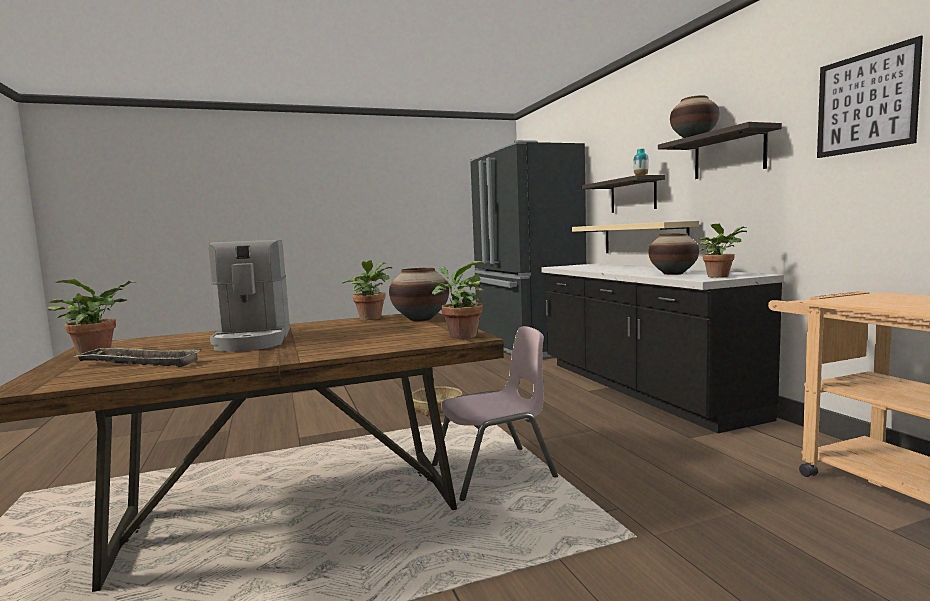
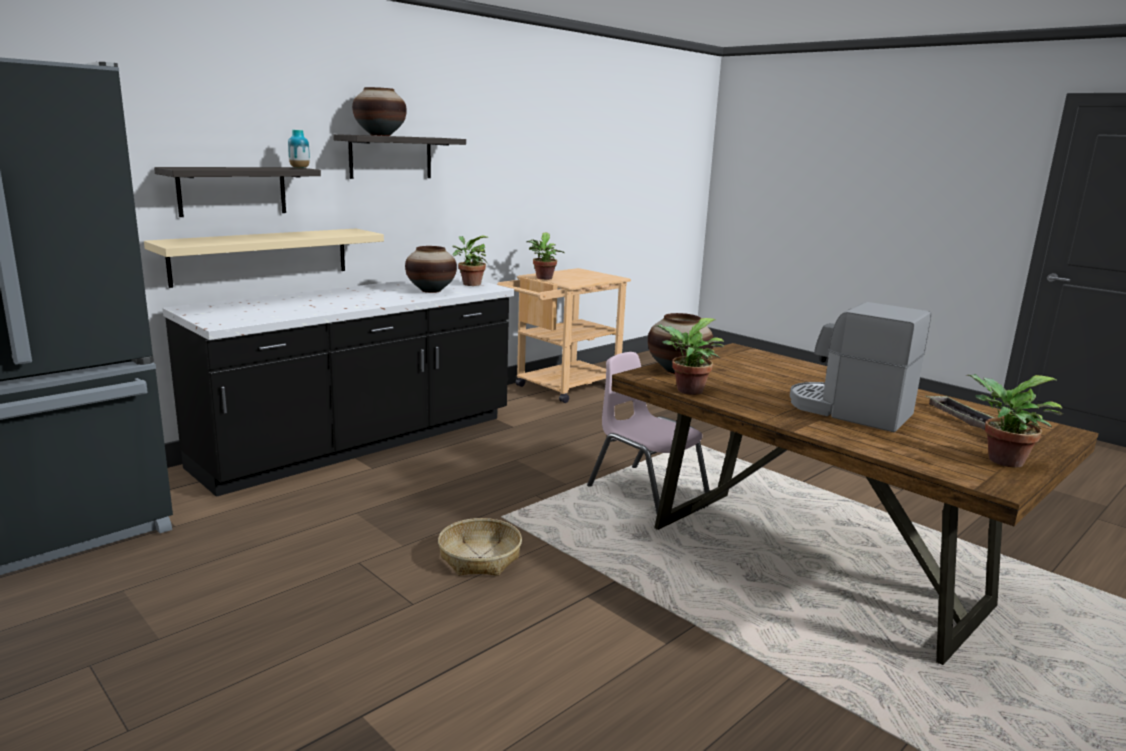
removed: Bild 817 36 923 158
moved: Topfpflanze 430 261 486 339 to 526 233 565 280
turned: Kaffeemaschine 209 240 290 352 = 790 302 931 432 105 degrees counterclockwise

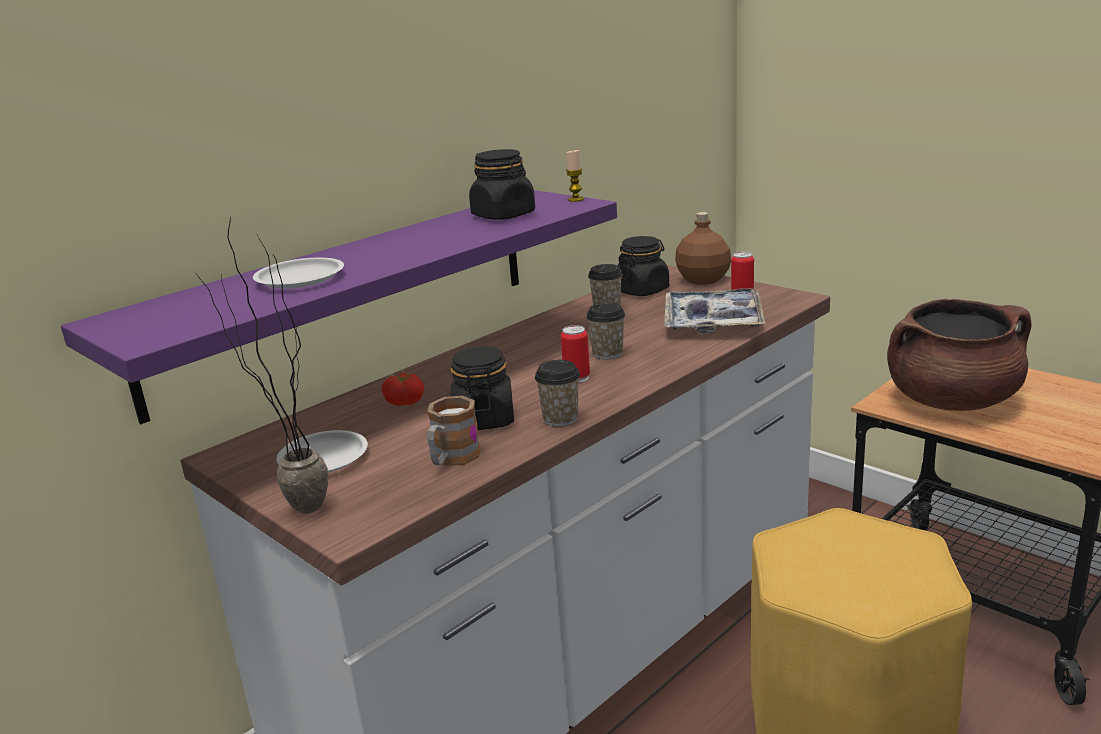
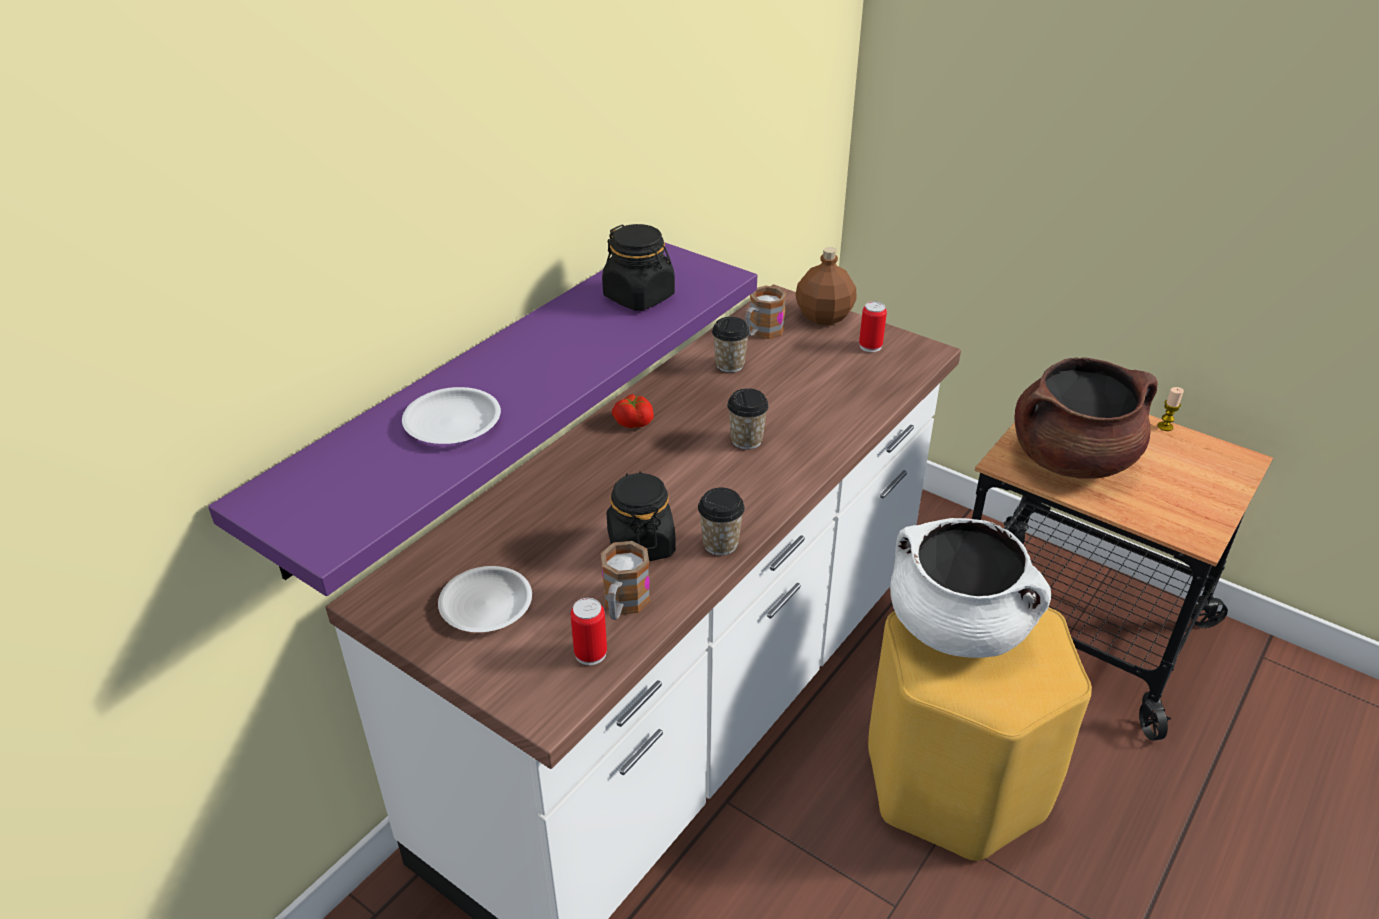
removed: Topfpflanze 195 216 328 514; Tablett 664 288 765 334
added: Kochtopf [weiß] 890 518 1051 658
moved: Dose 561 325 590 383 to 570 598 607 665; Tomate 381 373 424 406 to 612 394 654 428; Kerze 566 150 584 202 to 1157 387 1184 431
replaced: Vorratsglas [schwarz] 617 236 669 296 to Henkelbecher 745 285 786 339

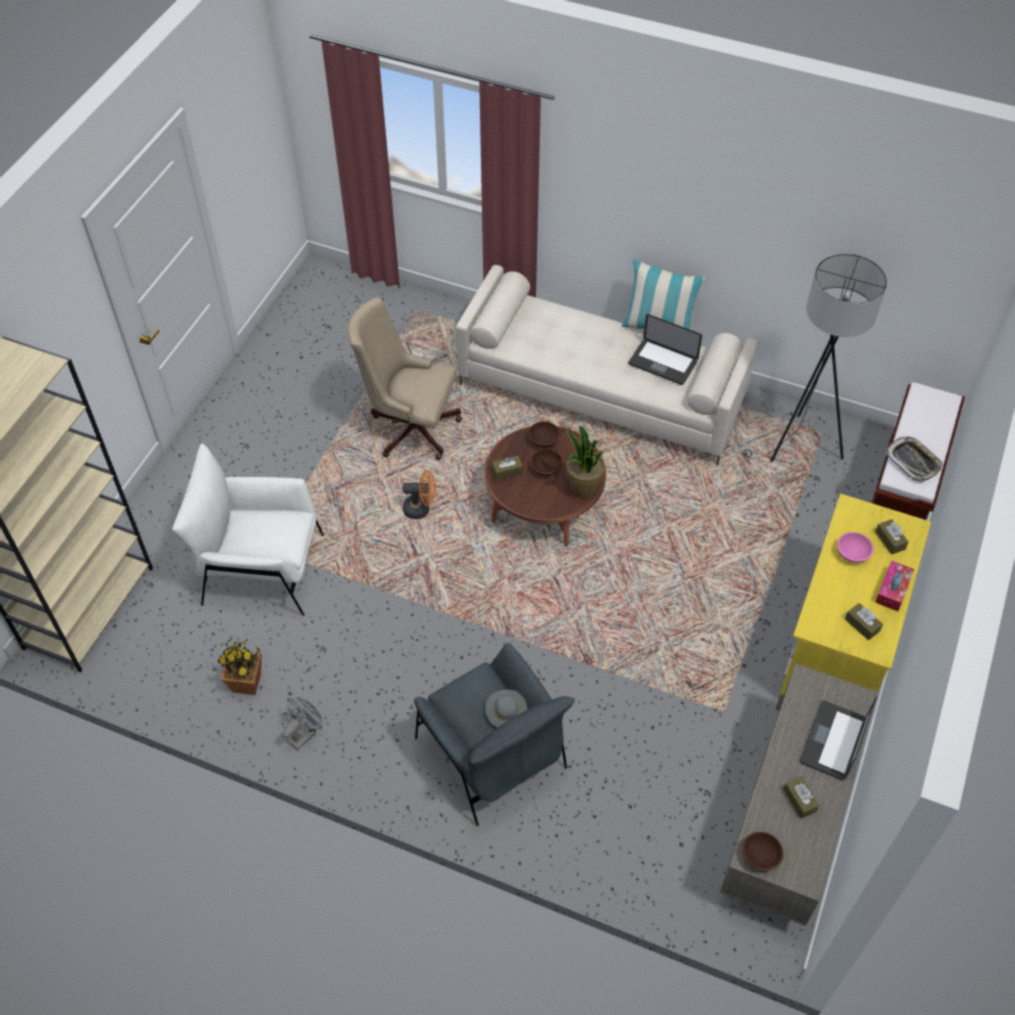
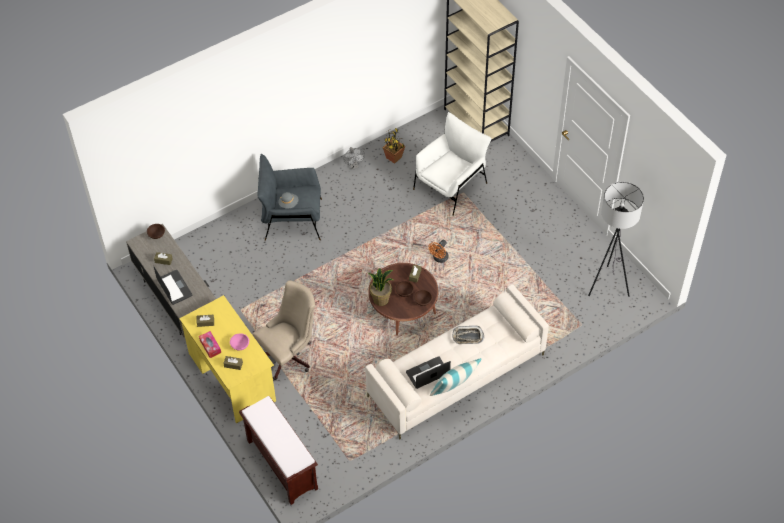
moved: Bürostuhl [beige] 347 297 462 460 to 253 280 315 380; Tablett 886 436 943 482 to 452 326 484 344; Stehlampe [grau] 742 254 887 462 to 588 182 644 297

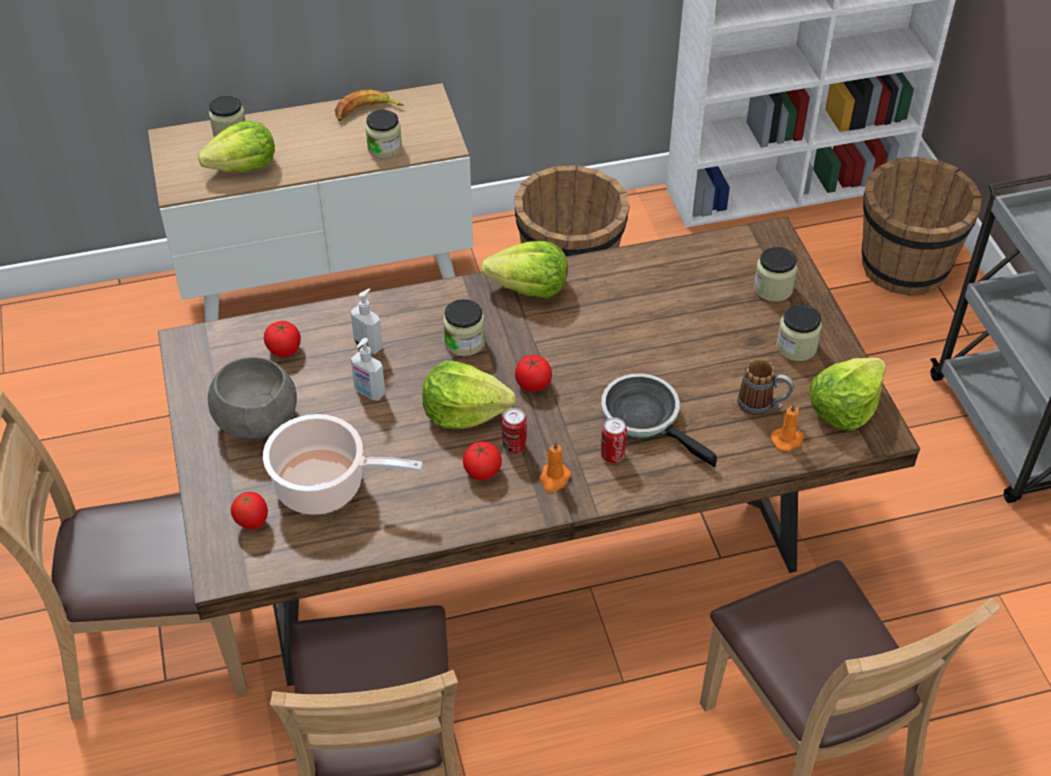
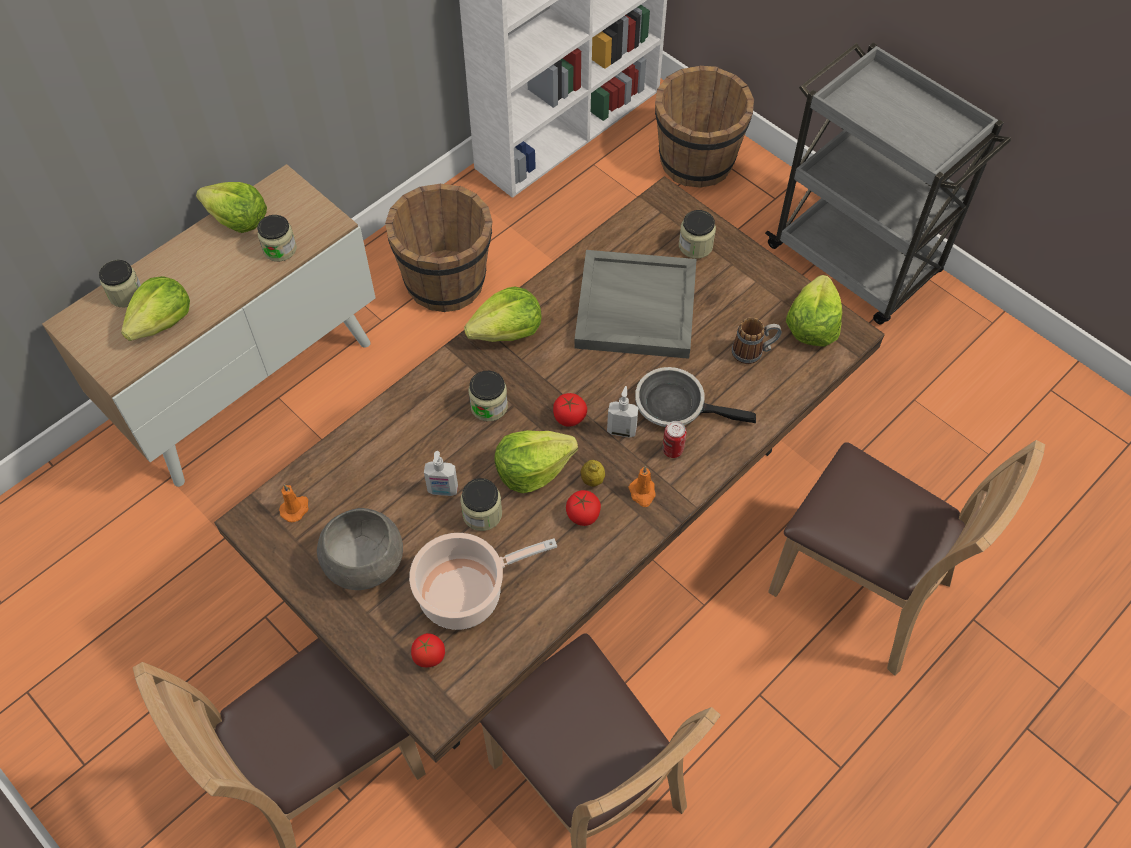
removed: Tomate 264 321 301 357
added: Tablett [grau] 574 250 697 359
moved: Kerze [orange] 771 402 804 451 to 279 484 309 522; Vorratsglas 776 304 822 361 to 460 478 502 531; Seifenspender 350 288 383 354 to 607 386 639 438
replaced: Banane 335 89 404 121 to Salatkopf 196 182 267 233; Dose 502 408 527 453 to Zitrone 581 460 605 487

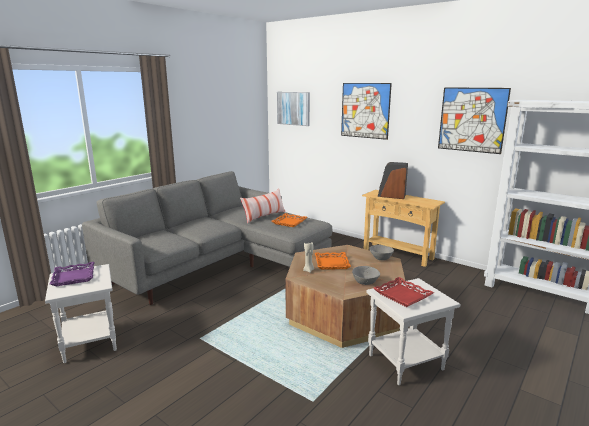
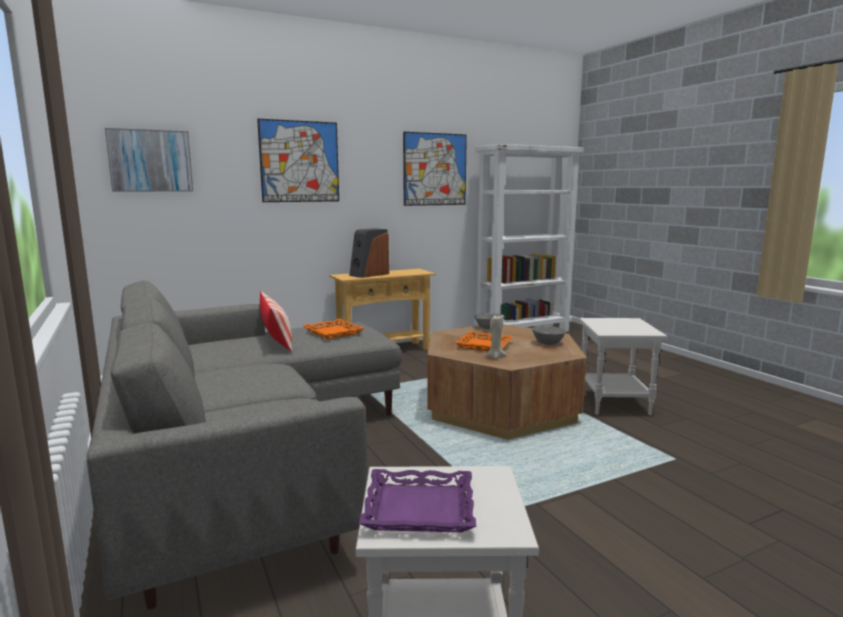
removed: Tablett [rot] 373 277 434 307

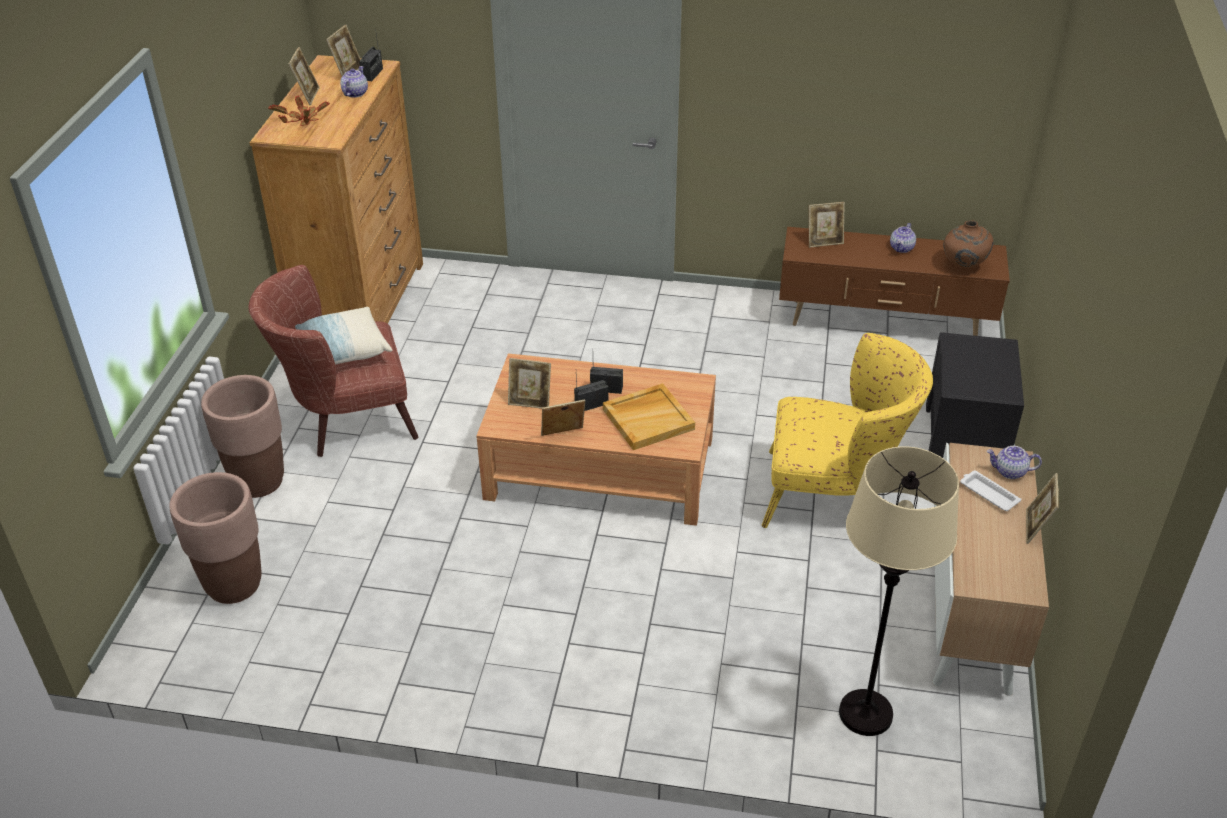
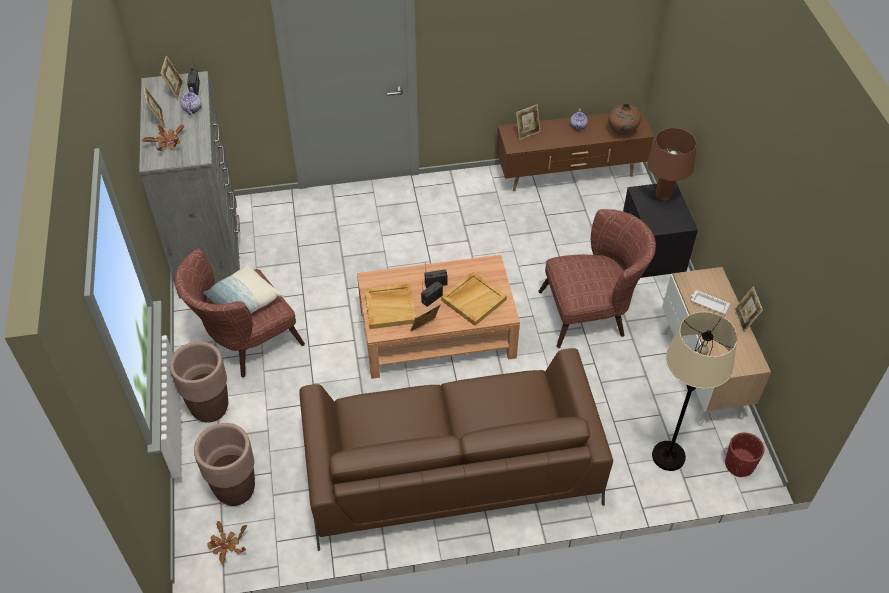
removed: Teekanne 987 446 1042 479
added: Topfpflanze 207 521 247 564; Sofa [braun] 299 348 613 551; Tischlampe [braun] 647 128 697 202; Pflanzkübel [rot] 725 432 764 477
replaced: Bilderrahmen 508 358 551 409 to Tablett [beige] 365 284 416 329
recoloured: Kommode [braun] 249 55 423 324 to Kommode [grau] 139 71 240 299; Sessel [gelb] 762 333 933 528 to Sessel [braun] 539 209 656 348

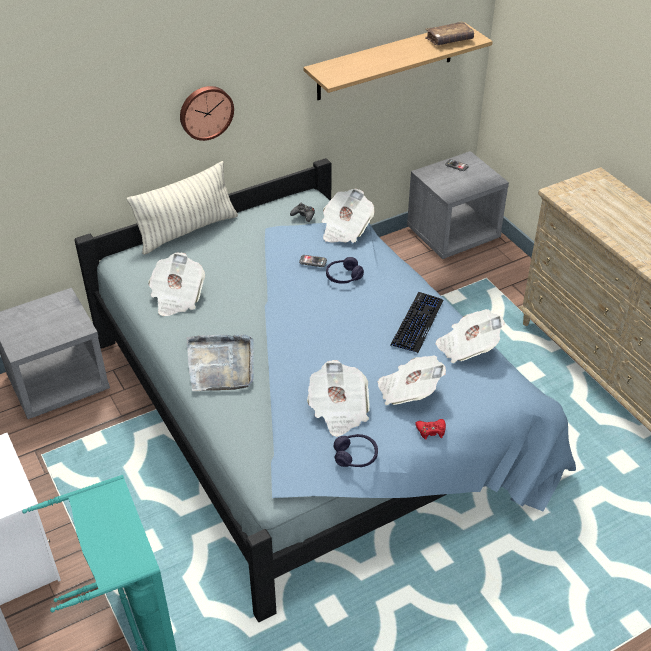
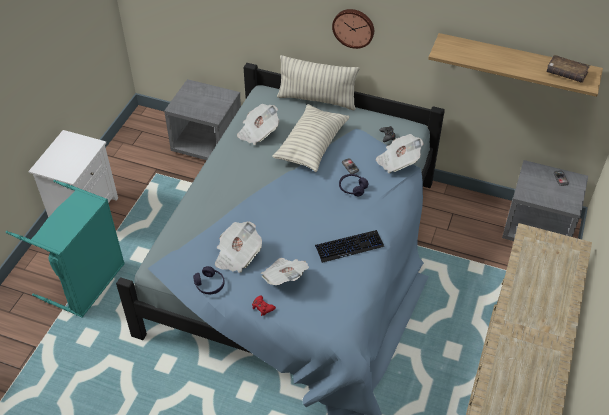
removed: Tablett [grau] 186 334 254 391; Zeitung 436 309 505 363
added: Kissen 273 104 350 172

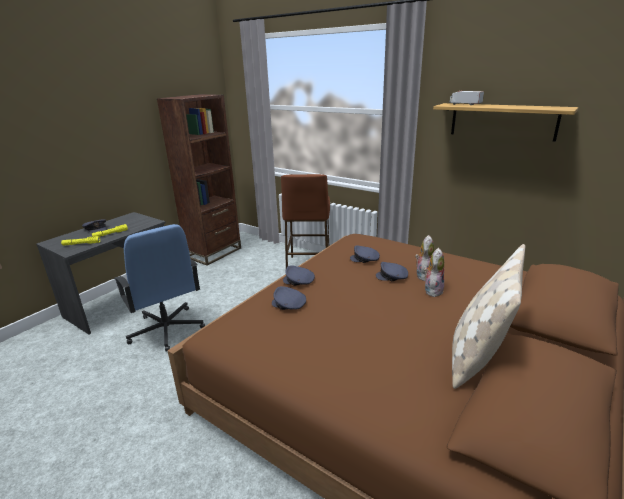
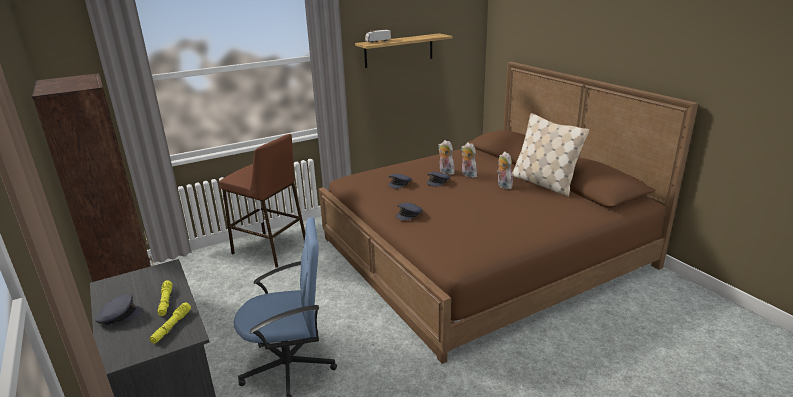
removed: Kappe [grau] 272 286 306 310
added: Plüschtier 497 152 513 189

